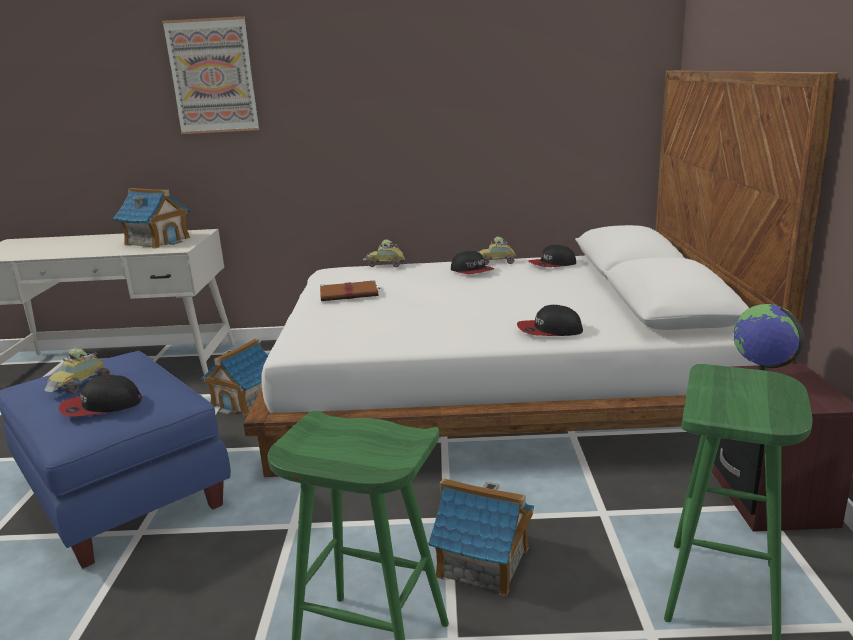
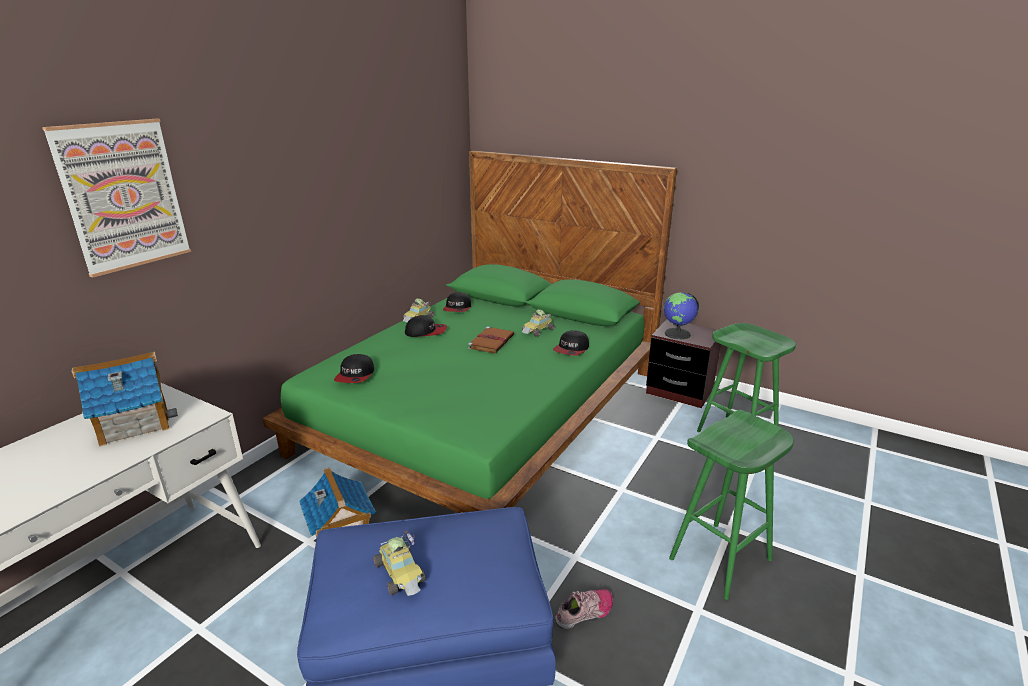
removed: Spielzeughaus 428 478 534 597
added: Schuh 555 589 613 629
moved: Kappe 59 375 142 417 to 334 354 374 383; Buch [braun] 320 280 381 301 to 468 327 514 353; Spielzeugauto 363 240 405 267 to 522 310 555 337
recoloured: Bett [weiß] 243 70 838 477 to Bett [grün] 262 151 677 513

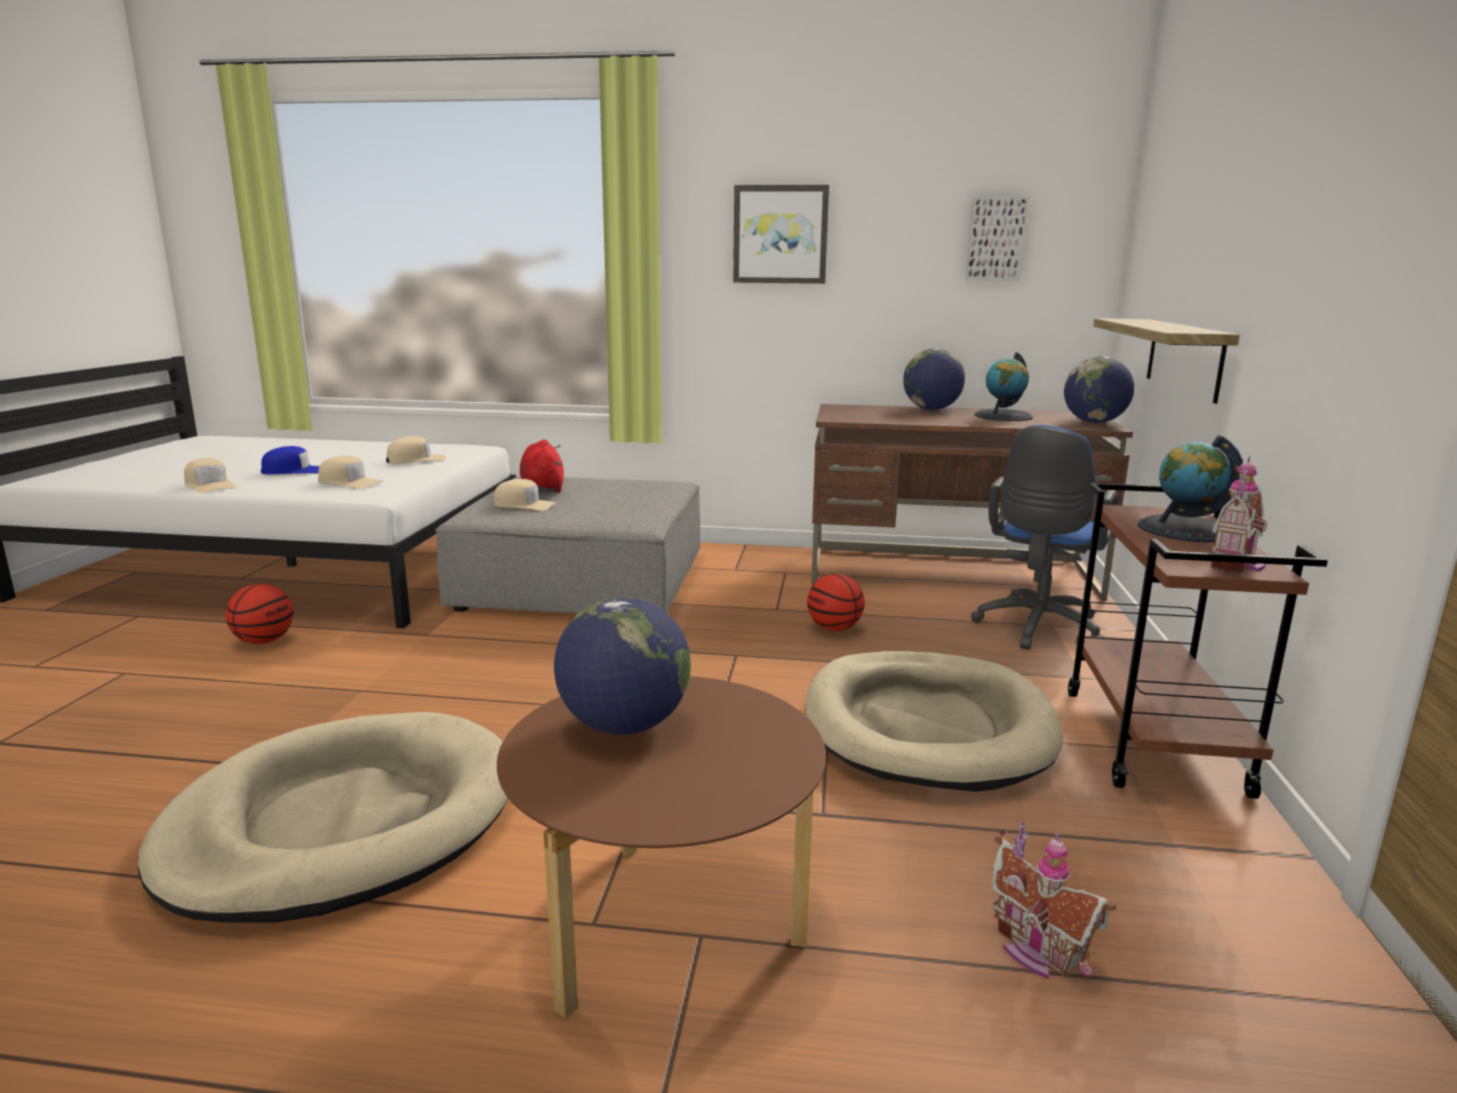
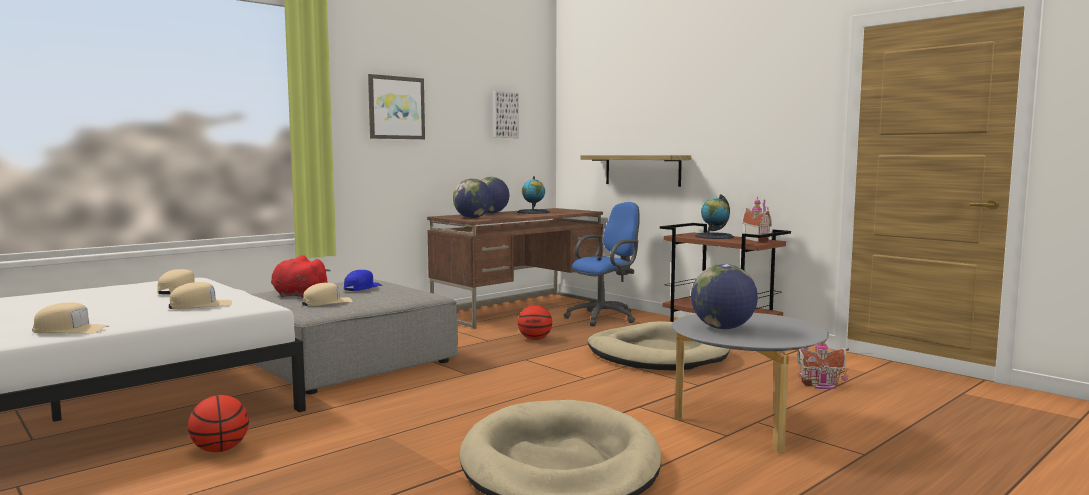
moved: Kappe [blau] 261 446 319 474 to 344 270 382 291; Globus 1064 356 1134 423 to 453 179 492 218
recoloured: Couchtisch [braun] 497 676 826 1019 to Couchtisch [grau] 672 313 829 453
turned: Bürostuhl [blau] 971 425 1118 650 = 564 202 640 326 105 degrees counterclockwise

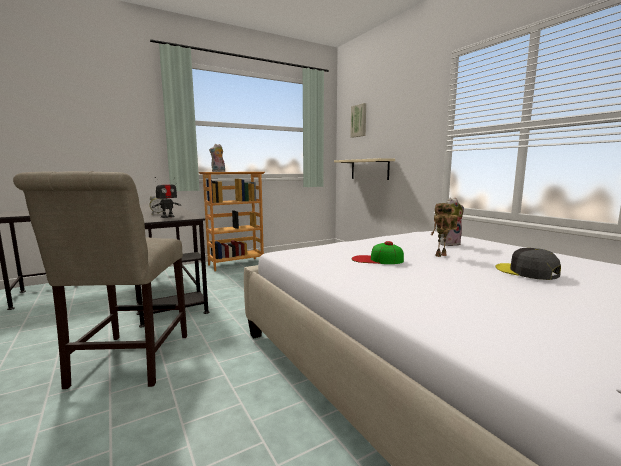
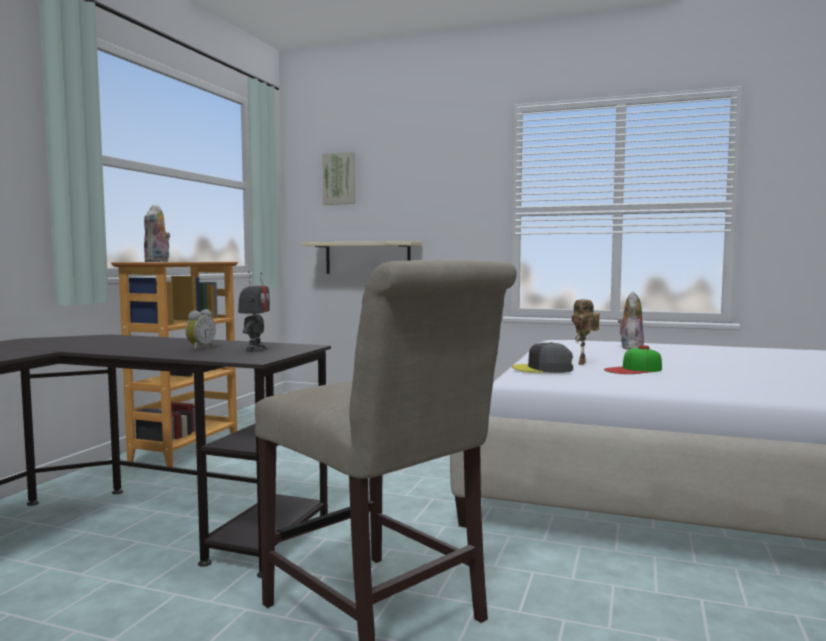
moved: Kappe [grau] 495 248 561 280 to 512 342 573 373; Spielzeugroboter 431 203 458 257 to 571 299 600 365

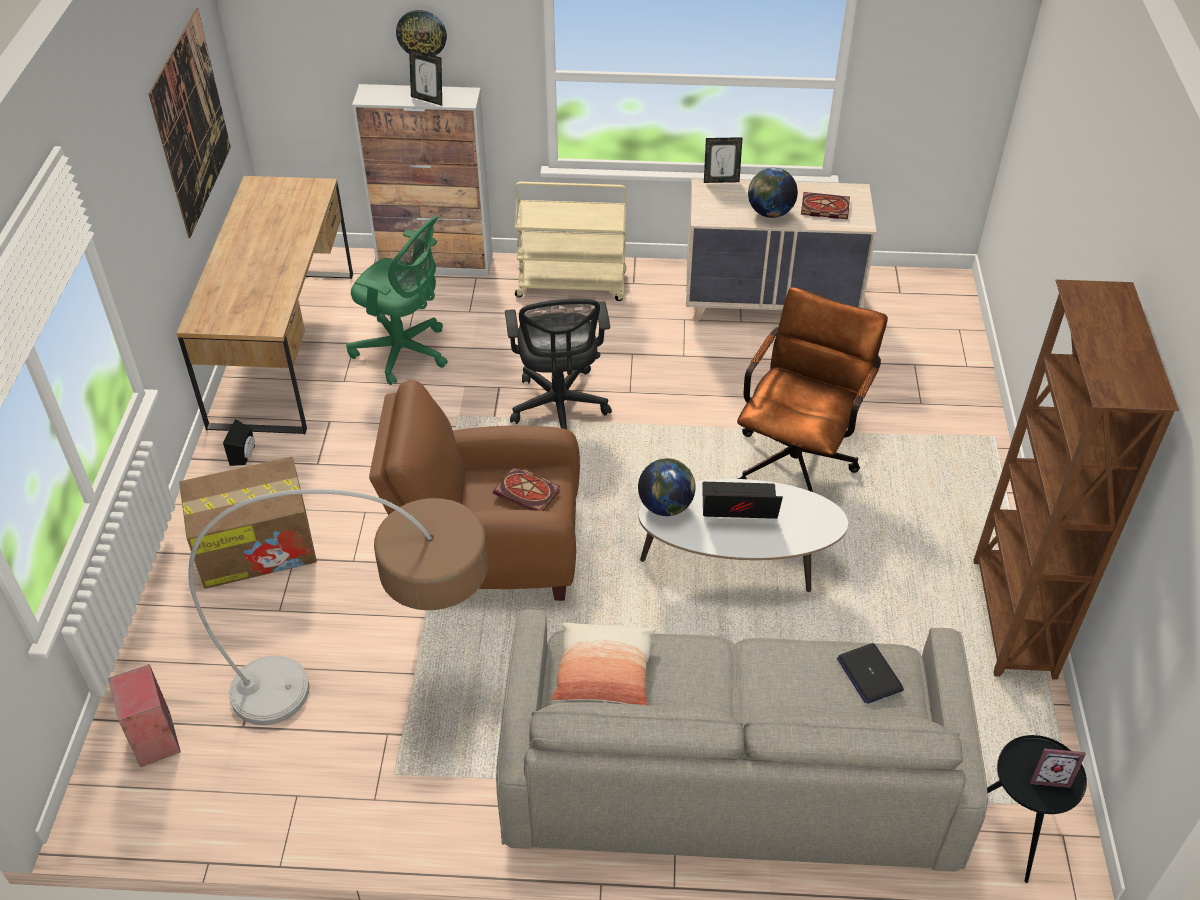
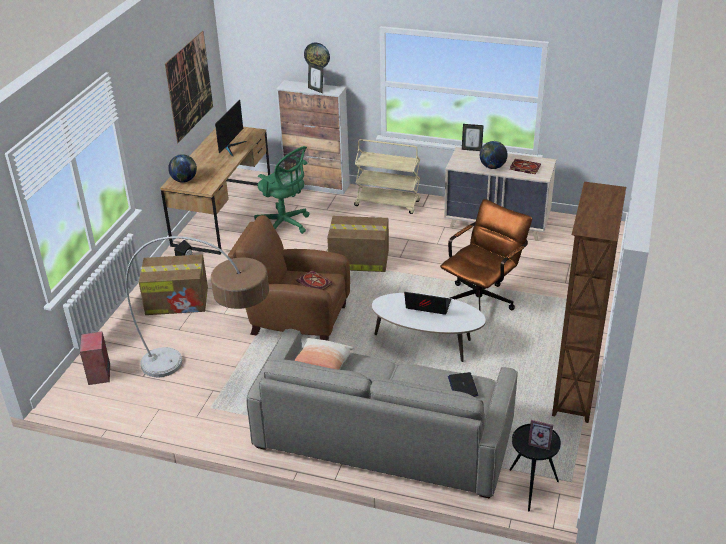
added: Monitor 215 100 247 156
moved: Globus 638 458 696 516 to 168 154 197 183
replaced: Bürostuhl [schwarz] 505 299 612 429 to Karton 327 216 389 272

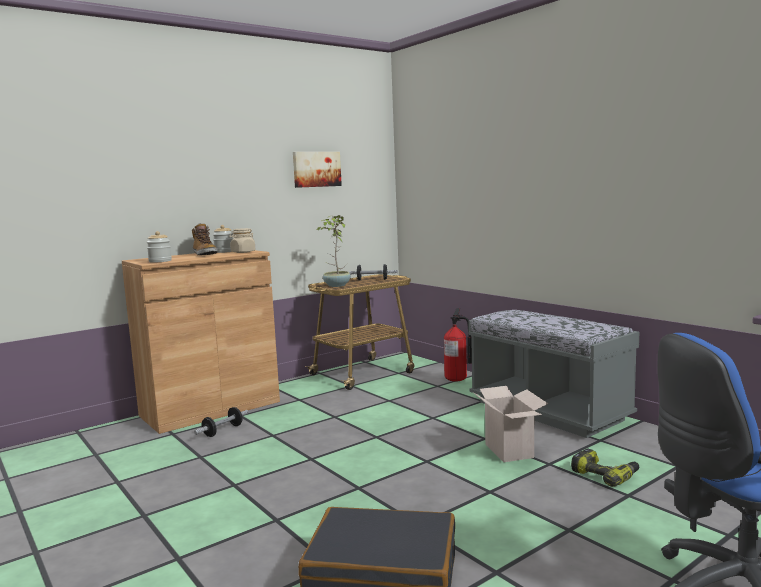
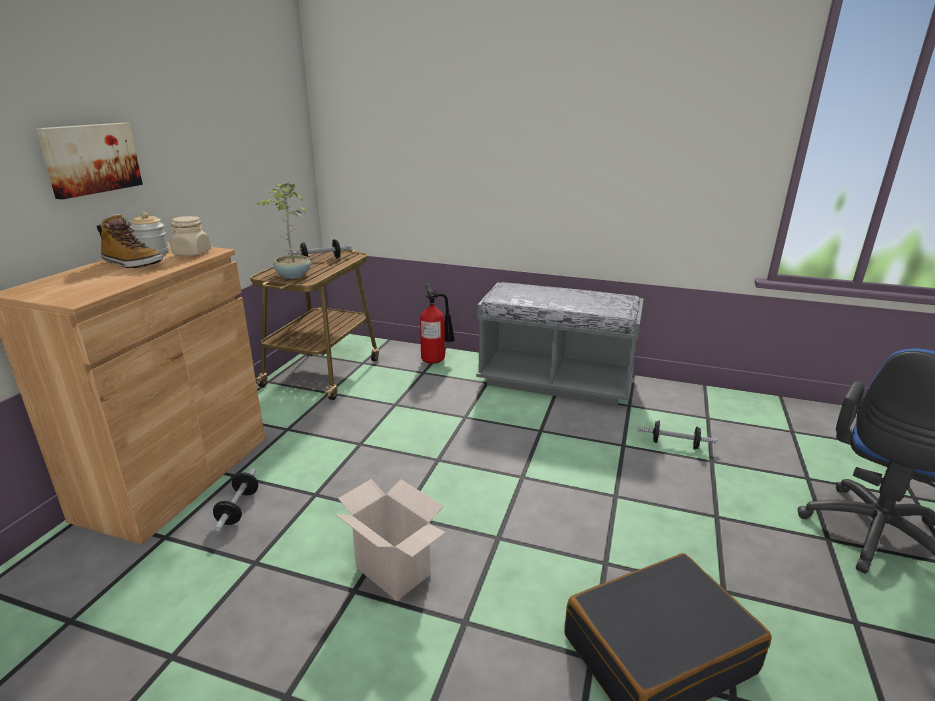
removed: Vorratsglas 147 231 172 263
moved: Bild 293 152 342 188 to 36 123 143 199; Karton 473 386 548 462 to 335 479 446 601
replaced: Bohrmaschine 571 448 639 487 to Hantel 638 421 717 450

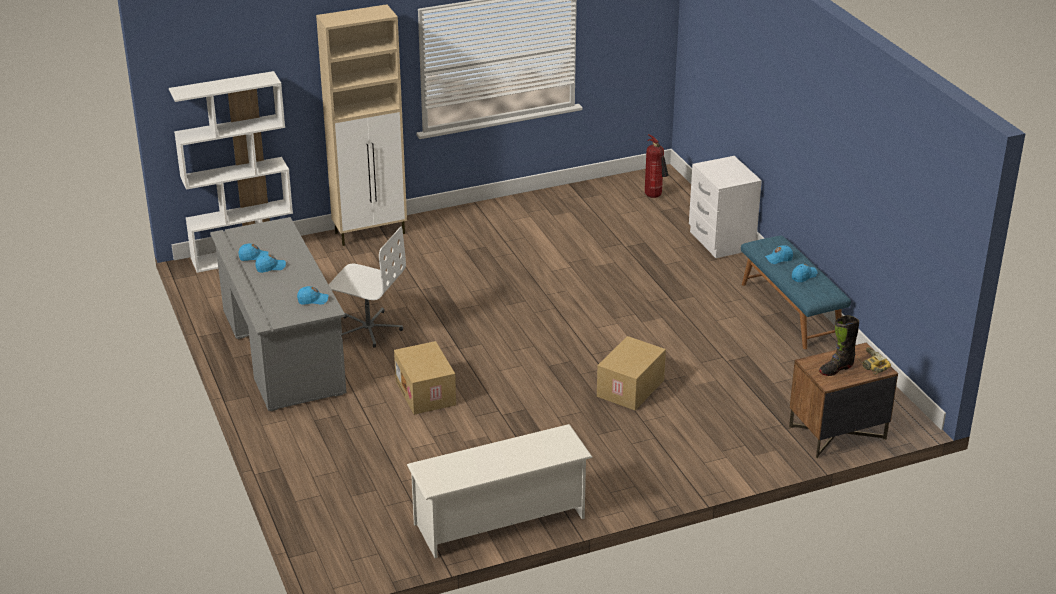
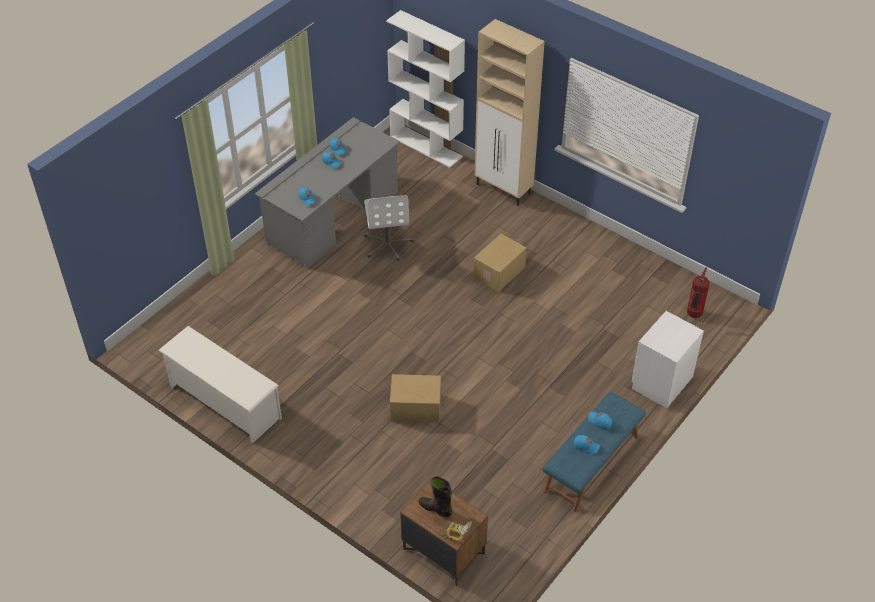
moved: Karton 394 341 456 415 to 473 234 527 292

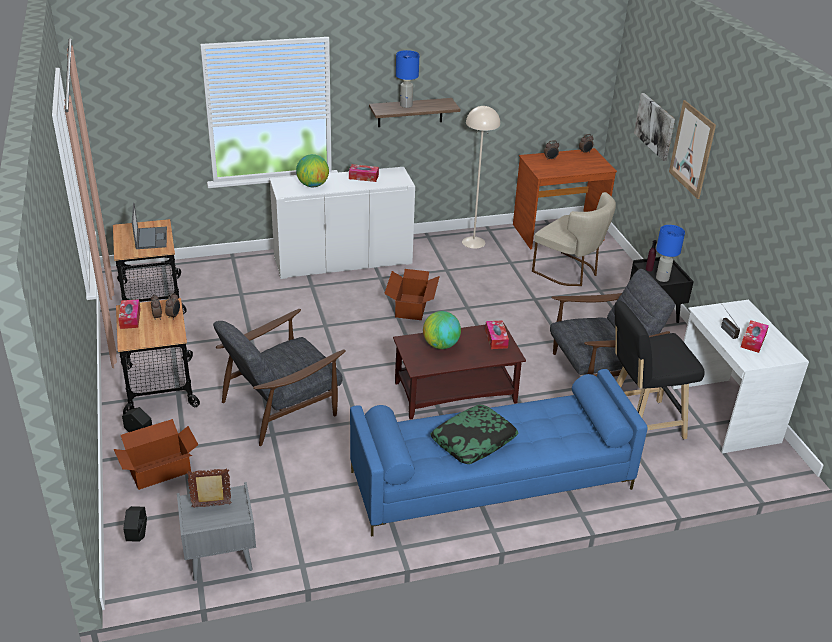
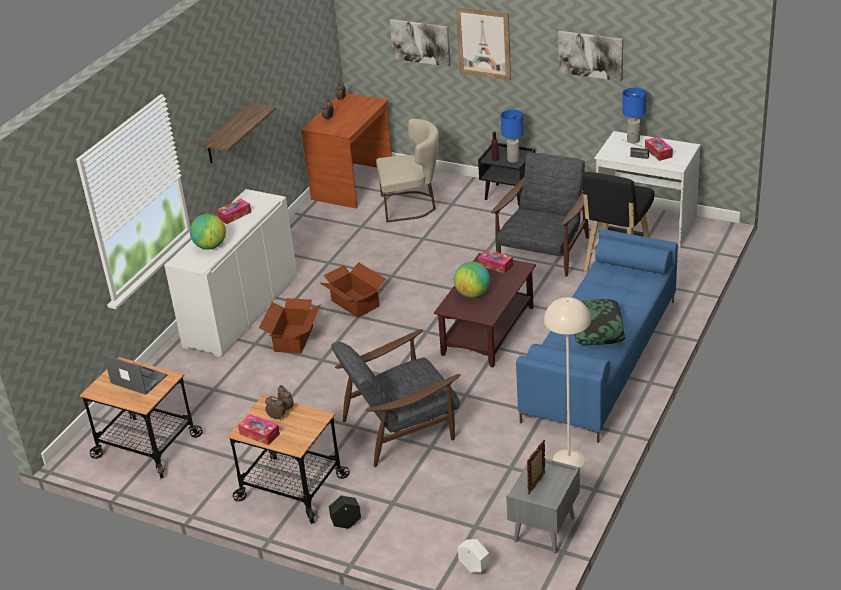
added: Bild 558 31 623 81
moved: Karton 114 419 199 490 to 259 298 321 354; Stehlampe [beige] 462 106 500 249 to 544 297 591 467; Tischlampe [blau] 396 50 419 108 to 622 88 646 143
recoloured: Pflanzkübel [schwarz] 123 506 147 542 to Pflanzkübel [weiß] 458 539 490 573
turned: Sessel [grau] 213 309 346 446 = 331 329 460 467 60 degrees clockwise

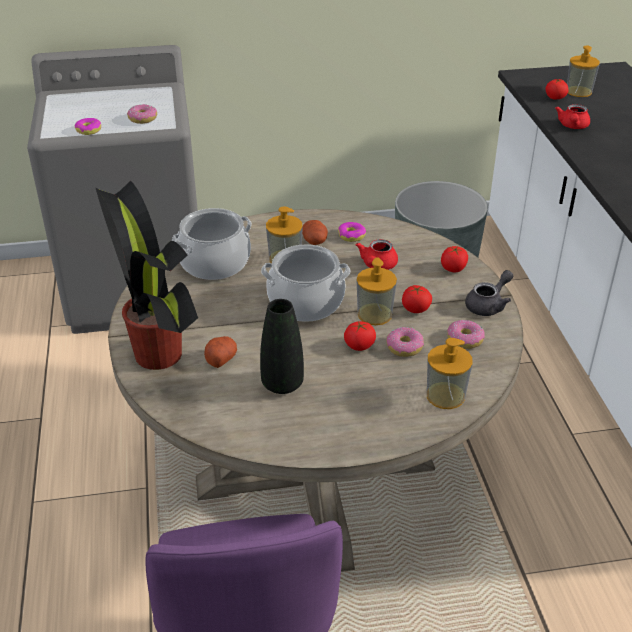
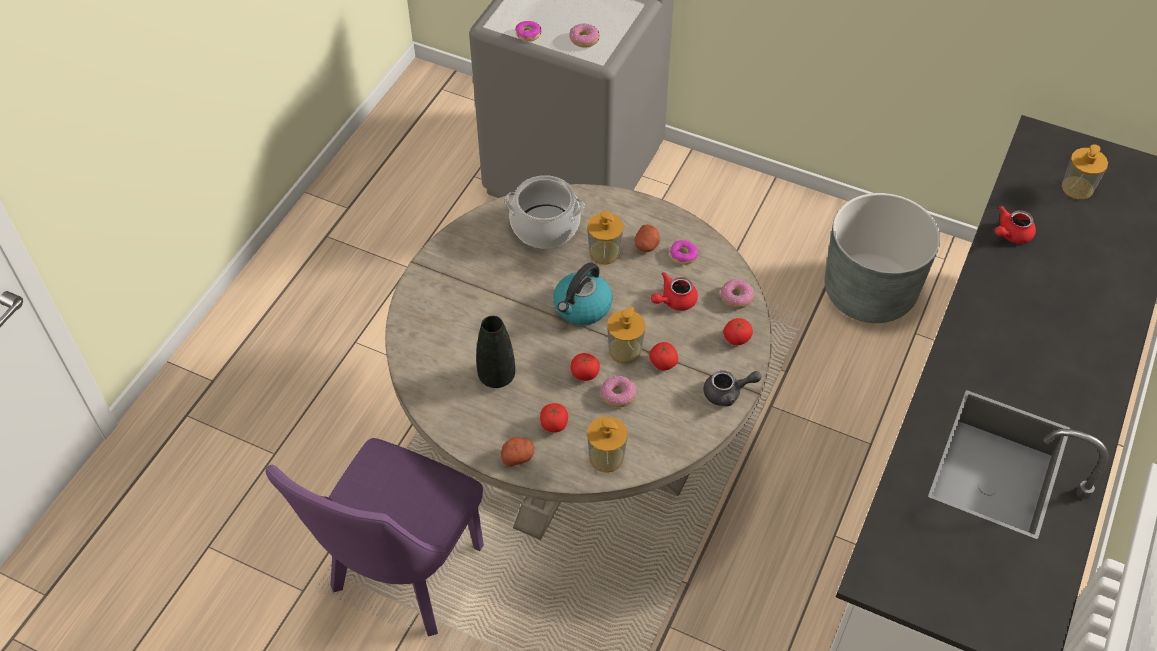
removed: Topfpflanze 96 180 198 370
moved: Kartoffel 204 336 237 368 to 501 437 534 466; Tomate 546 79 569 100 to 540 403 568 432; Donut 447 320 485 349 to 721 279 754 309
replaced: Kochtopf 261 244 350 322 to Wasserkessel 553 263 612 325

